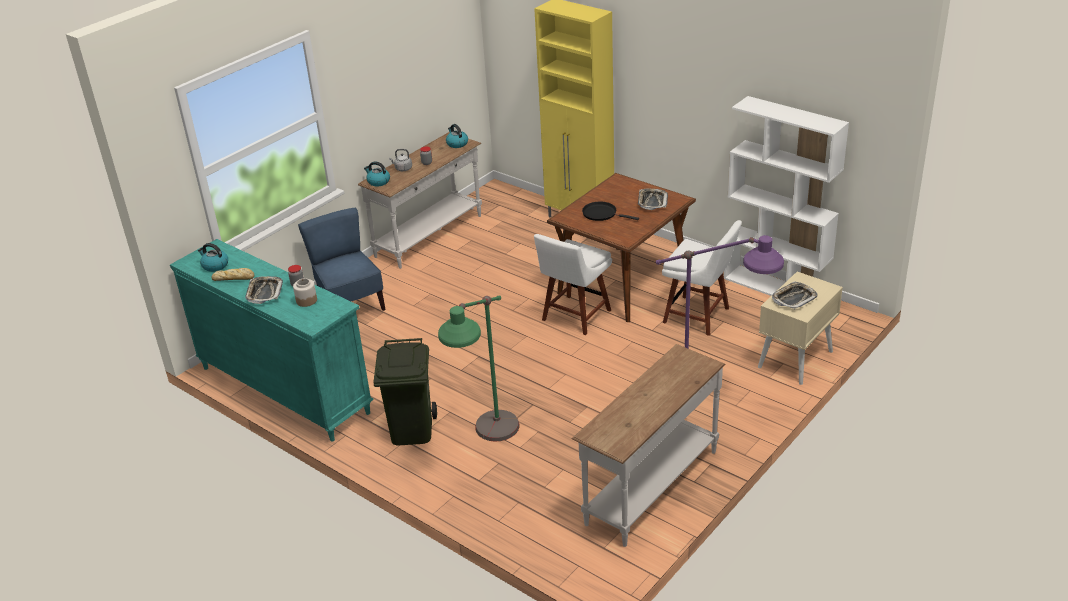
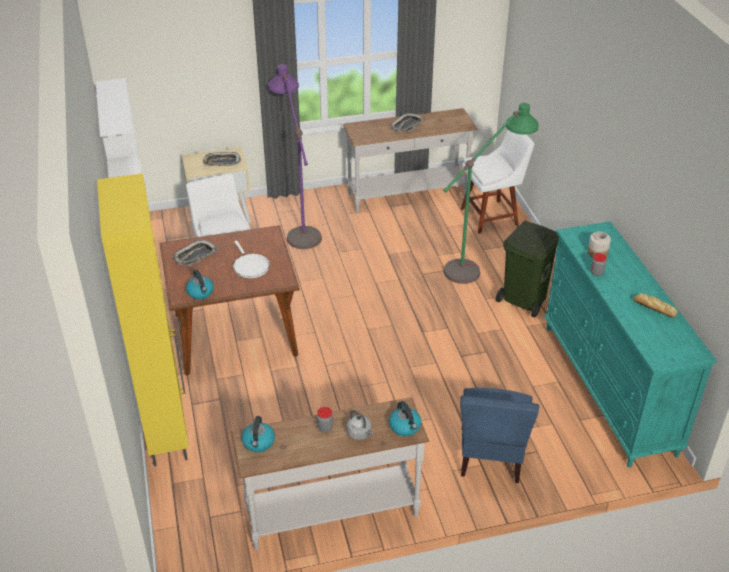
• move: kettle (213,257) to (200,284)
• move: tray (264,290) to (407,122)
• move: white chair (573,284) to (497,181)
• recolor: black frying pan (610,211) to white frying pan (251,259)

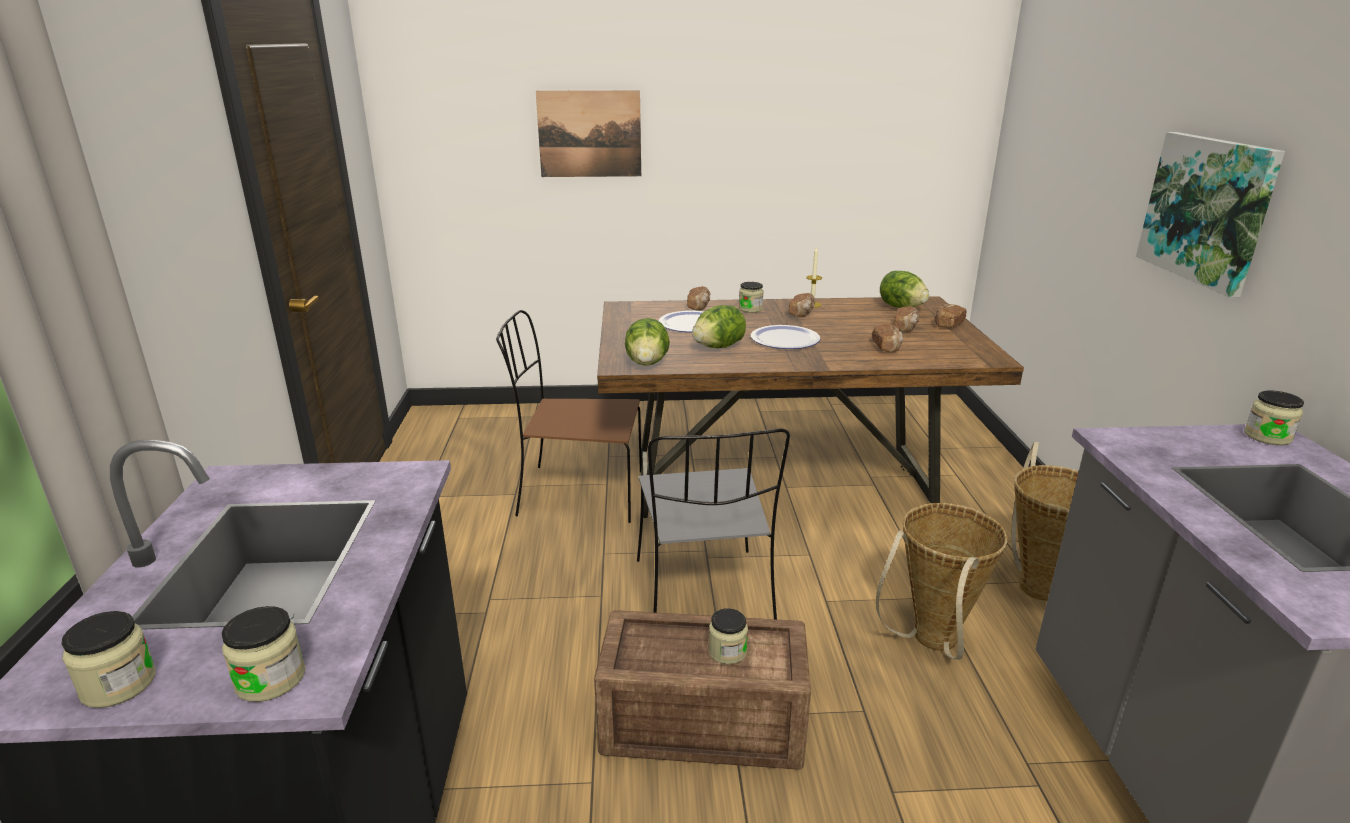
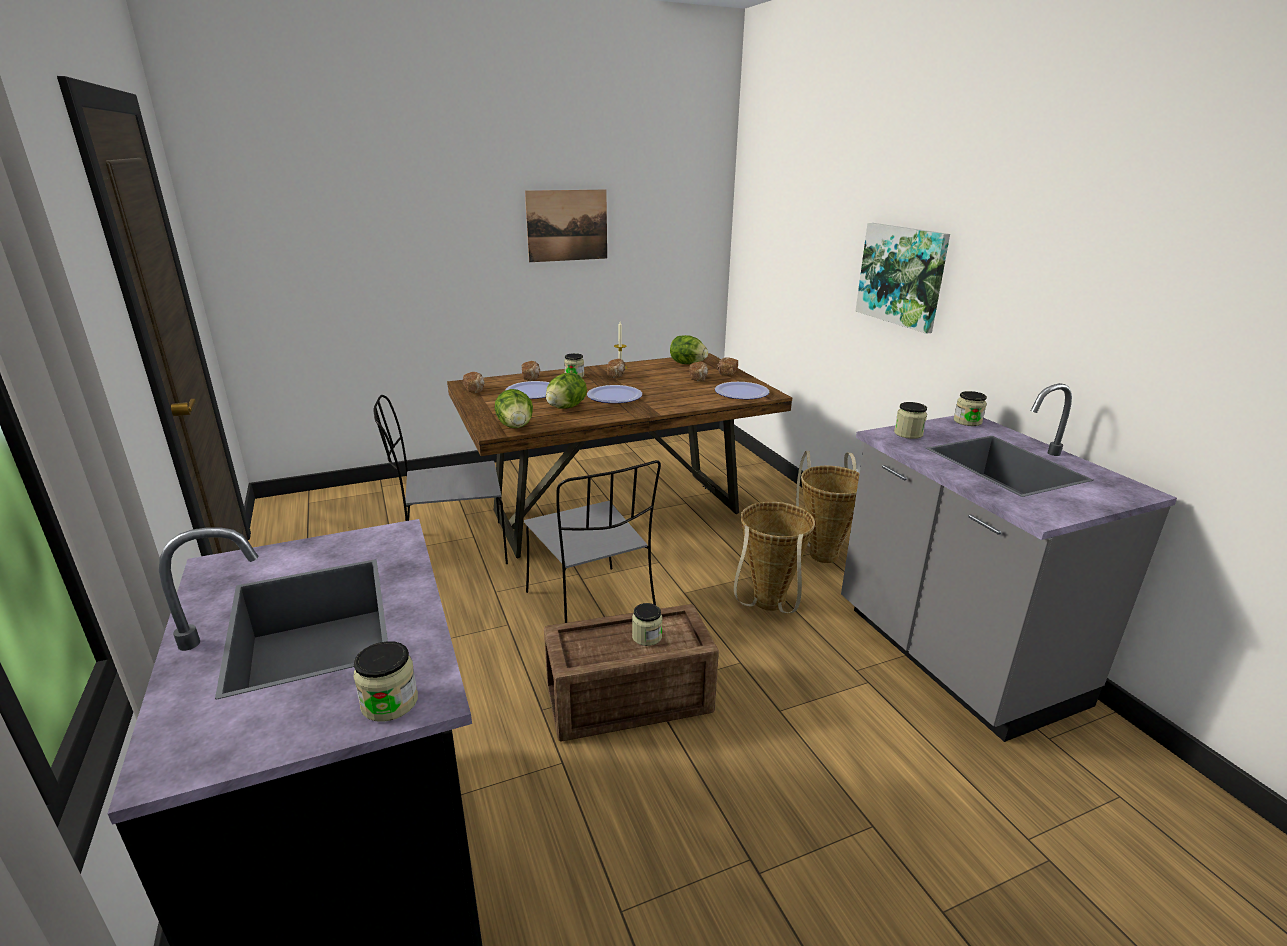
• insert: plate (742,390)
• move: jar (108,659) to (910,420)
• move: picture (588,133) to (566,226)
• move: bread (887,338) to (473,382)
• recolor: brown chair (569,416) to grey chair (440,479)

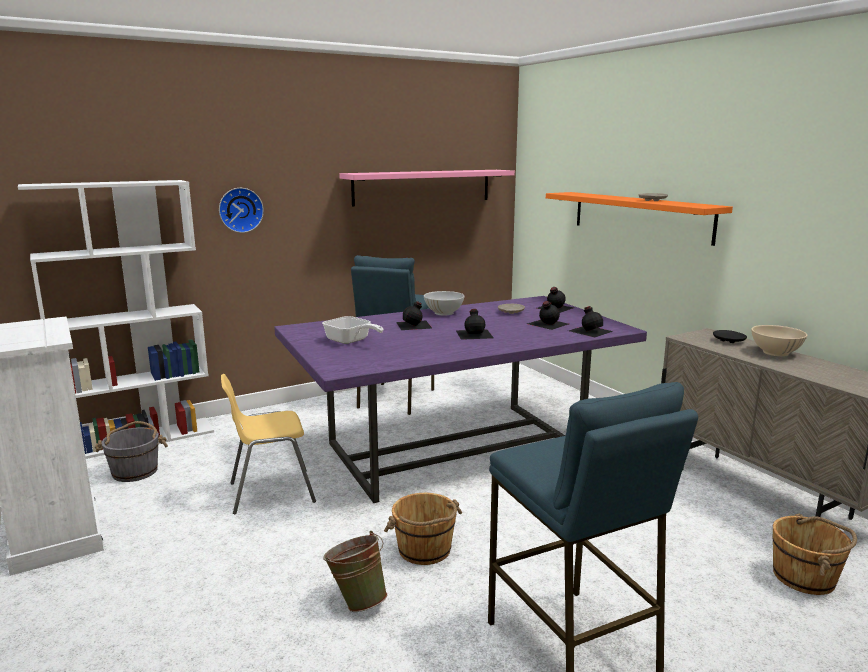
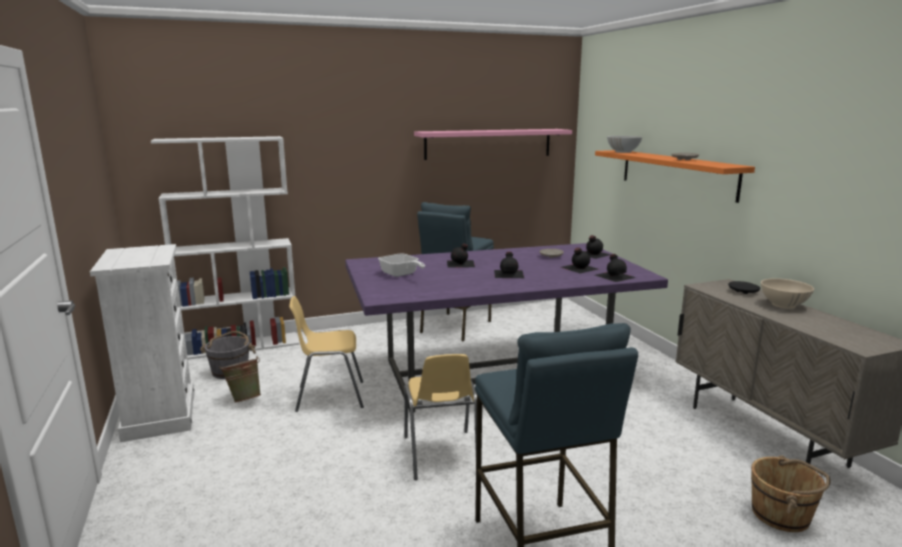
• delete: wall clock (241,210)
• move: green bucket (355,571) to (240,379)
• move: white bowl (444,303) to (624,144)
• replace: brown bucket (423,529) to yellow chair (440,417)

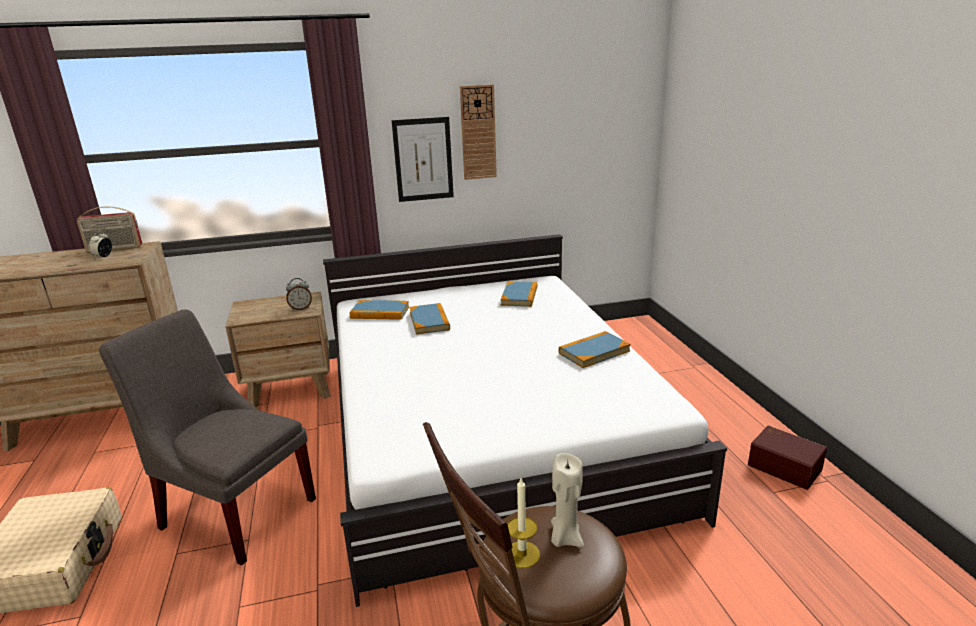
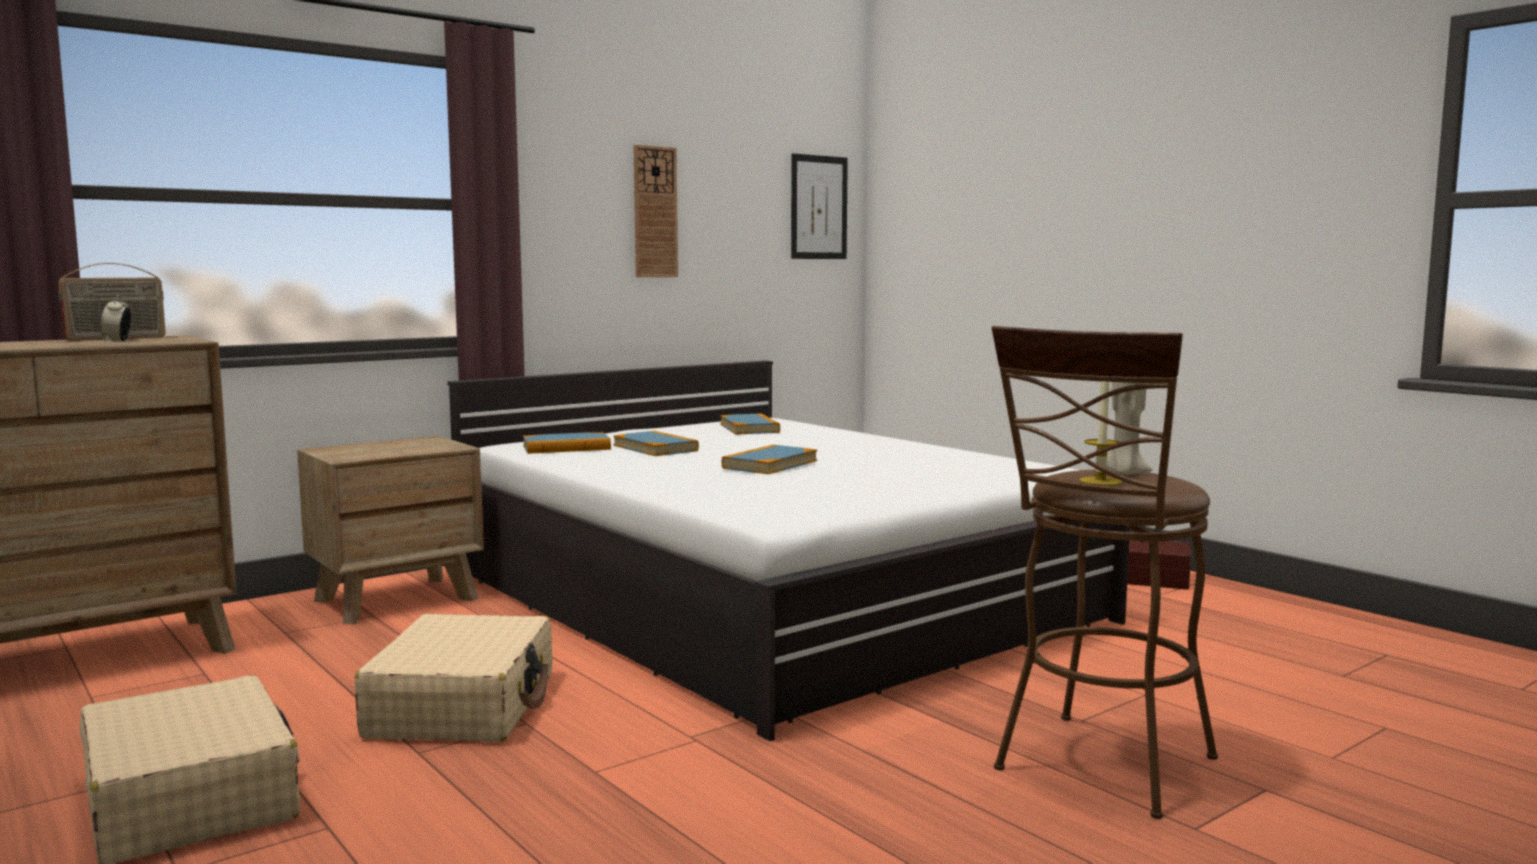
• delete: alarm clock (299,294)
• move: picture (423,159) to (819,206)
• move: book (595,349) to (769,459)
• replace: grey chair (207,437) to beige suitcase (453,678)

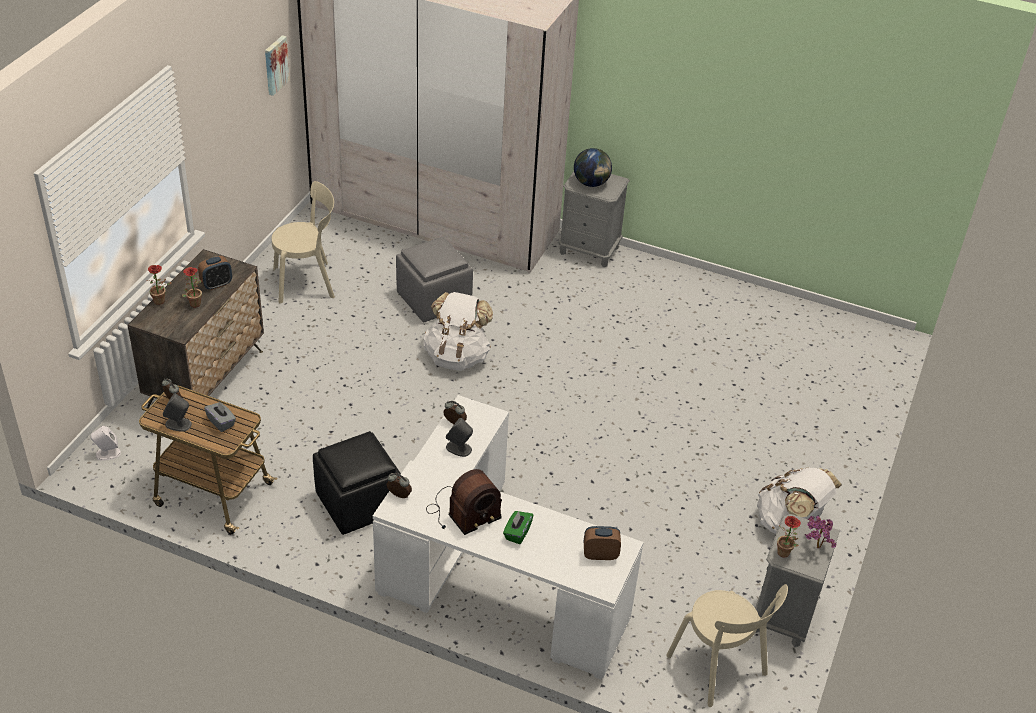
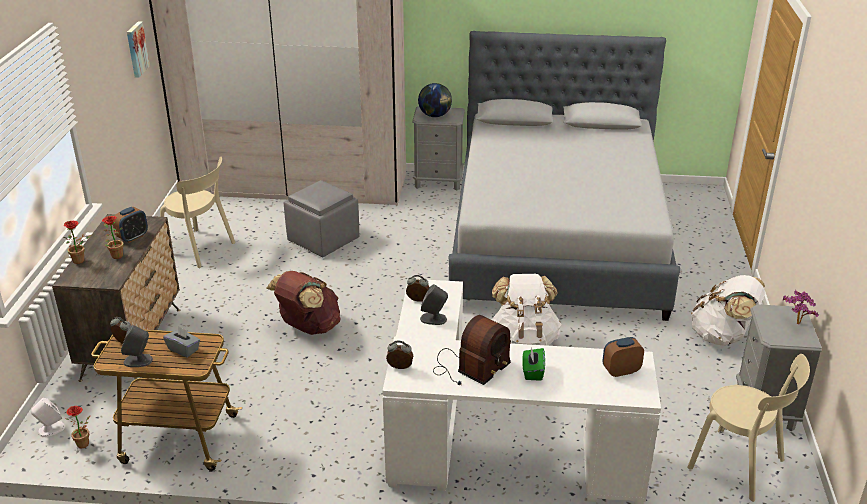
• delete: black ottoman (357,483)
• insert: brown backpack (303,303)
• insert: grey bed (565,176)
• move: white backpack (458,331) to (526,310)
• move: potted plant (789,536) to (77,427)
• rotate: beige chair (303,242) = (198,212) 60 degrees clockwise

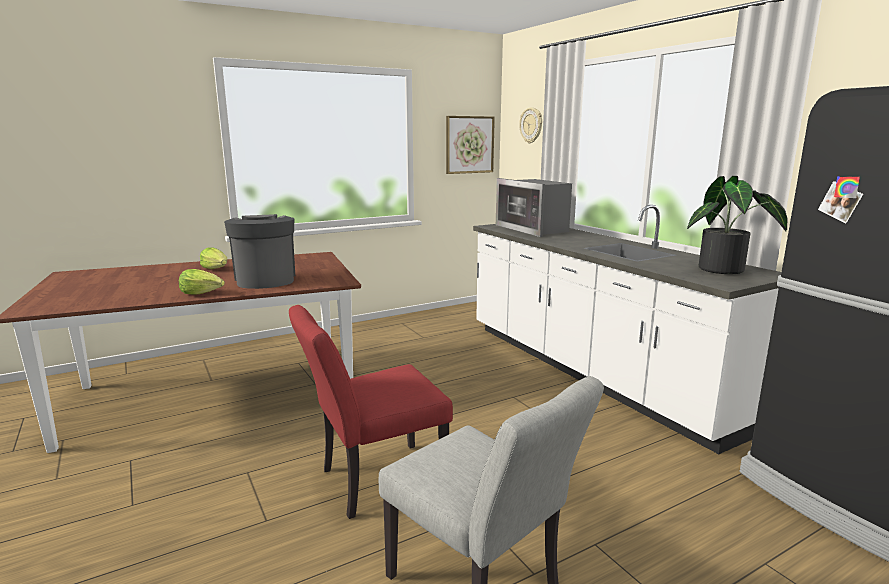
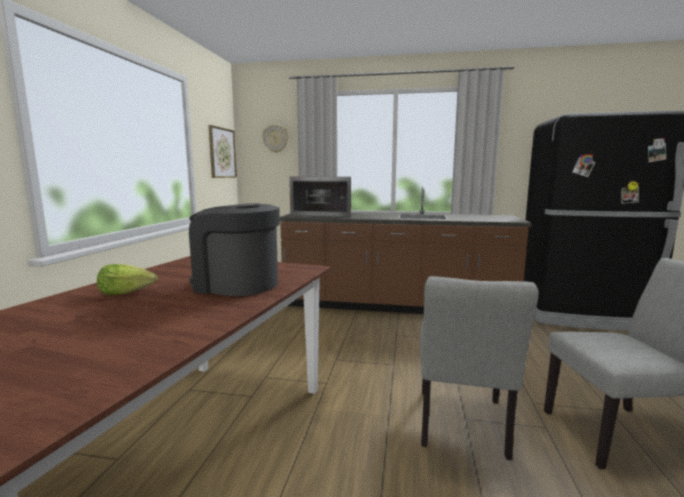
• delete: lettuce (202,281)
• delete: potted plant (737,225)
• recolor: red chair (371,412) to grey chair (479,368)
• recolor: white counter (627,329) to brown counter (406,250)

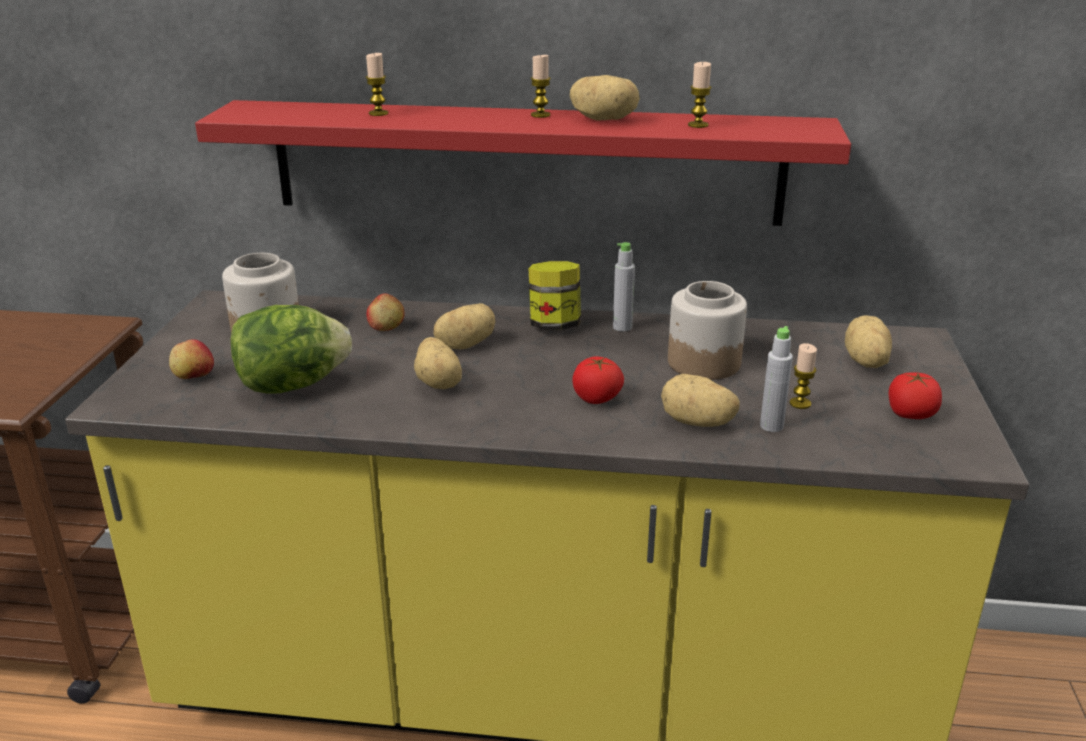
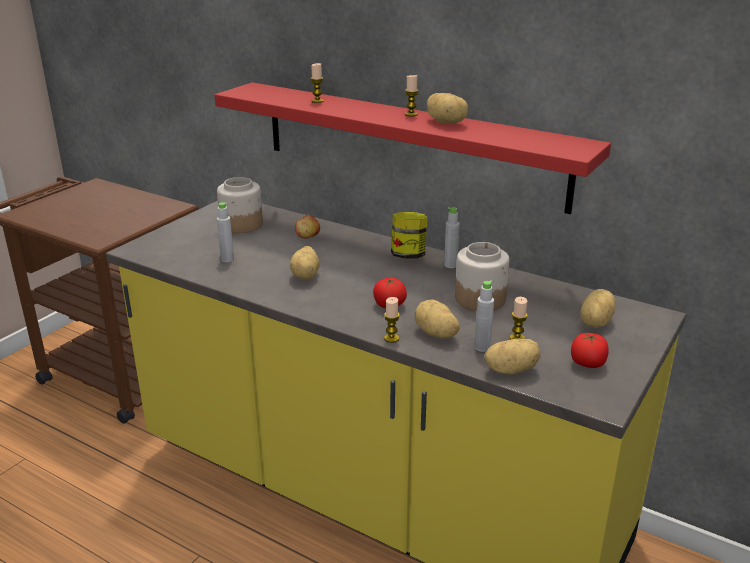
• delete: apple (191,359)
• move: potato (464,326) to (512,357)
• move: candle (700,95) to (392,320)
• replace: lettuce (291,349) to grey bottle (225,232)

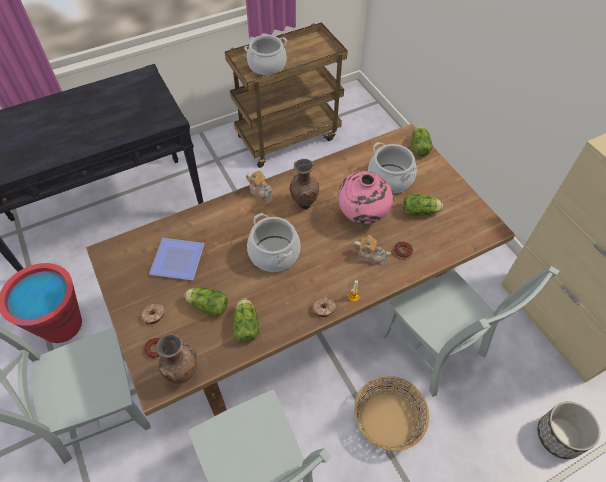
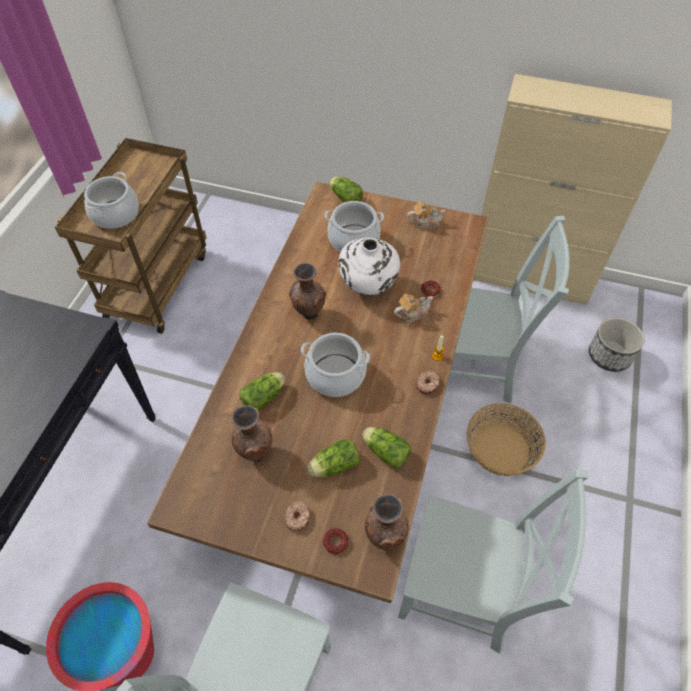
• move: teapot (259,185) to (426,215)
• move: lettuce (423,205) to (262,391)
• replace: plate (177,259) to brown vase (252,433)
• recolor: pink vase (366,198) to white vase (369,266)

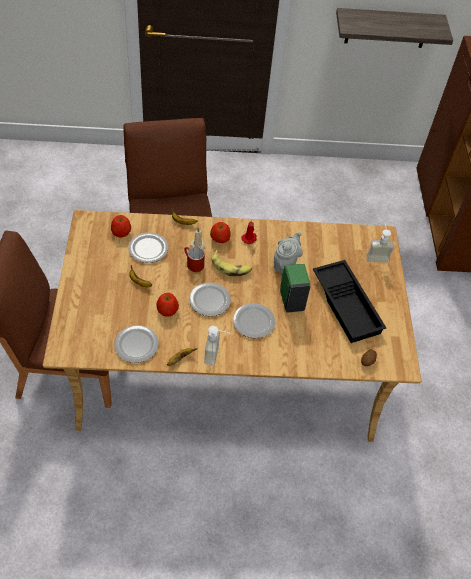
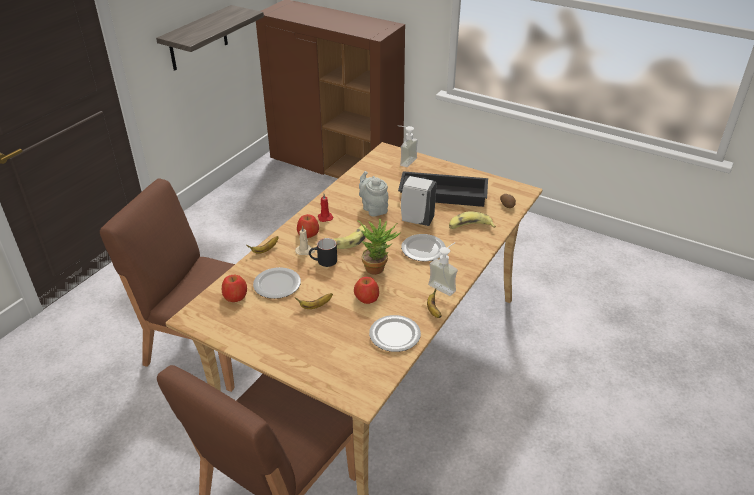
• insert: banana (472,220)
• replace: plate (210,299) to potted plant (379,246)
• recolor: red mug (194,259) to black mug (323,252)
• recolor: green soap dispenser (295,288) to white soap dispenser (418,201)

